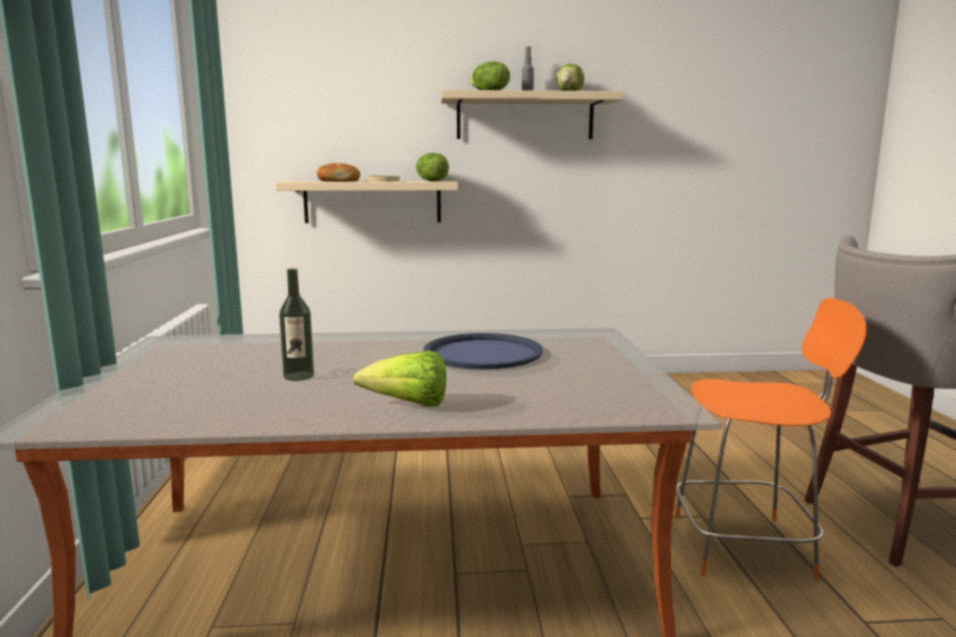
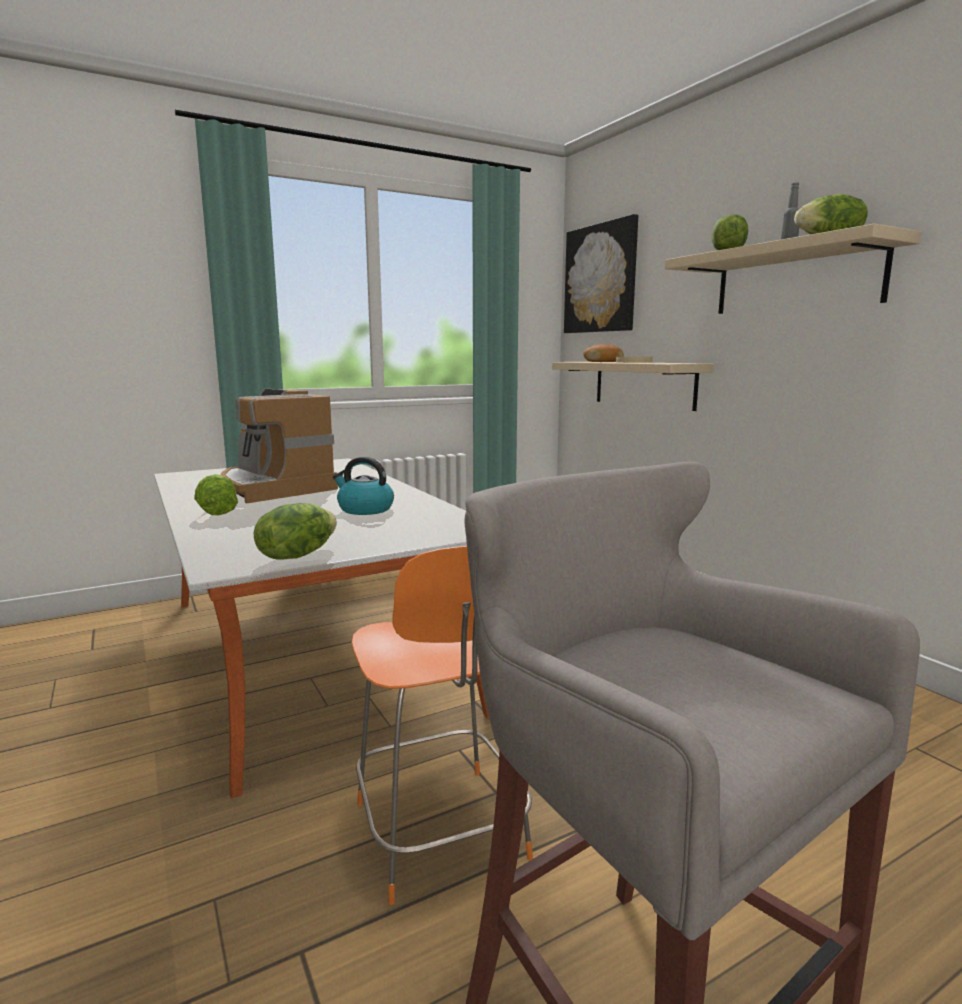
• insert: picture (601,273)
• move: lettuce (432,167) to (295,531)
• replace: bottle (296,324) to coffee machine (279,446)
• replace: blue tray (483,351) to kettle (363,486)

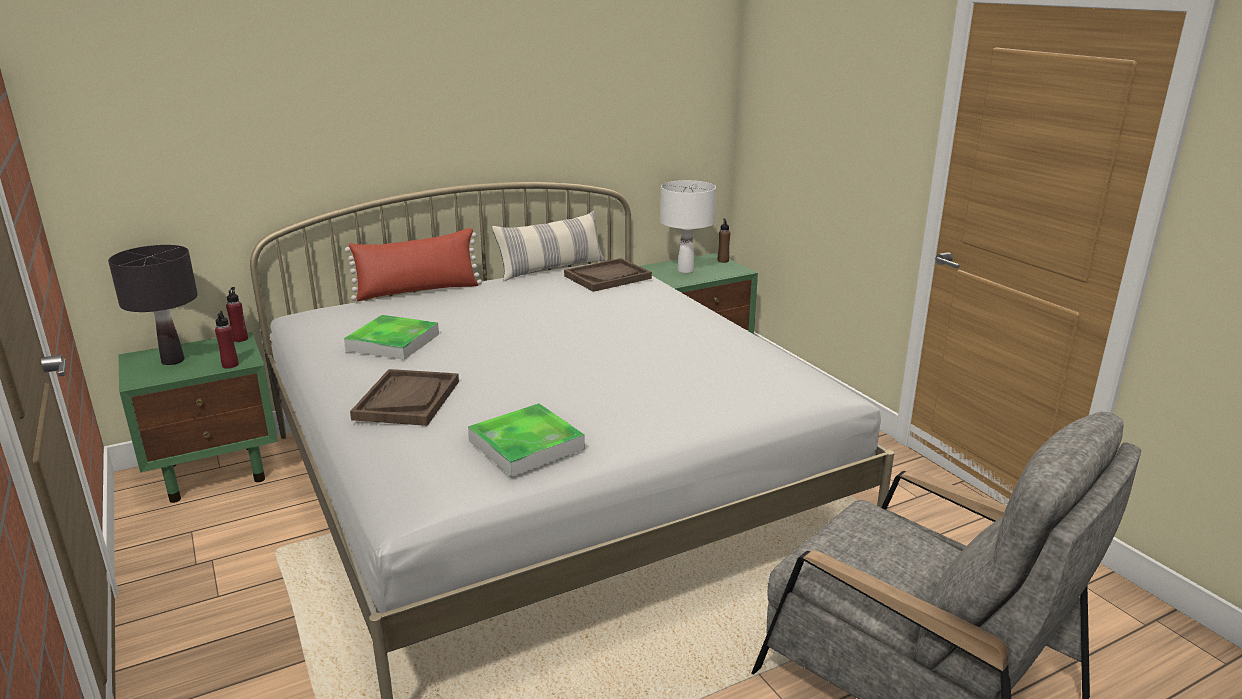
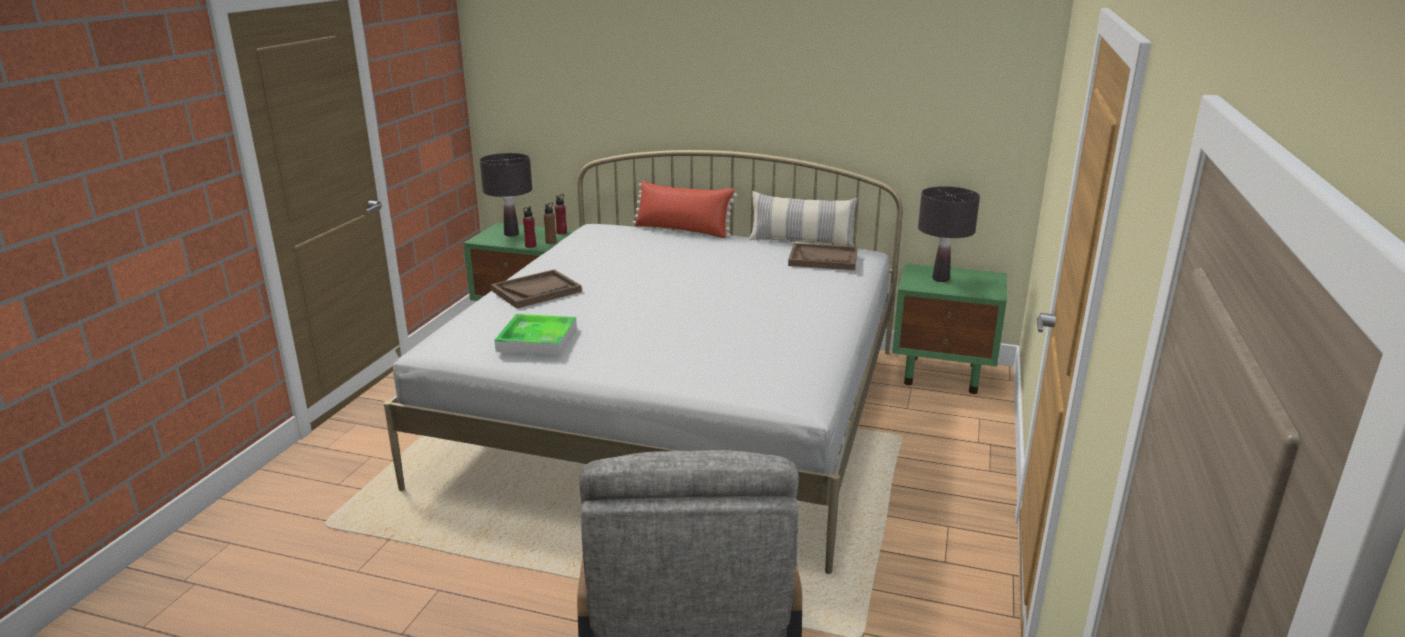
• delete: tray (391,337)
• move: brown bottle (724,241) to (550,223)
• recolor: white table lamp (688,226) to black table lamp (949,234)

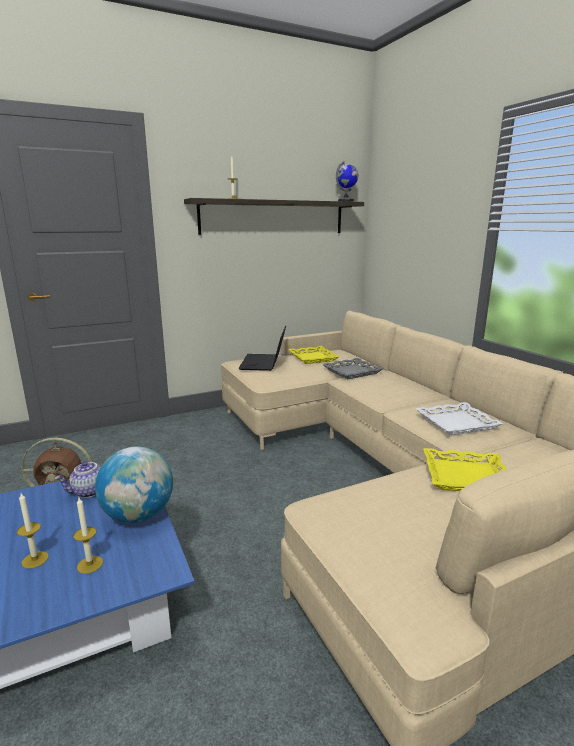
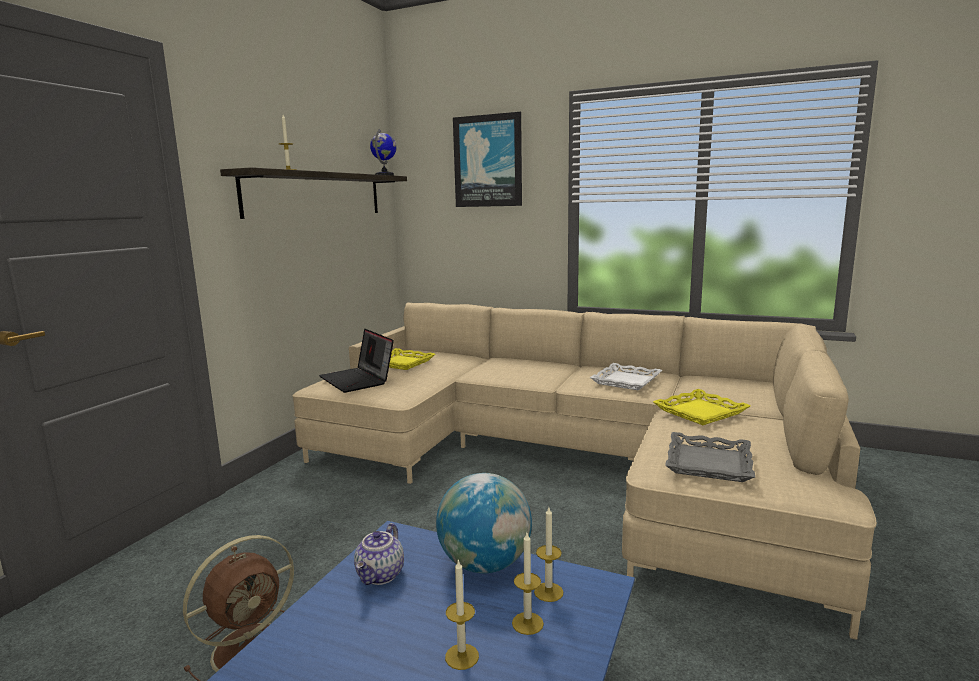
• insert: picture (487,159)
• insert: candle (548,554)
• move: grey tray (353,368) to (710,457)

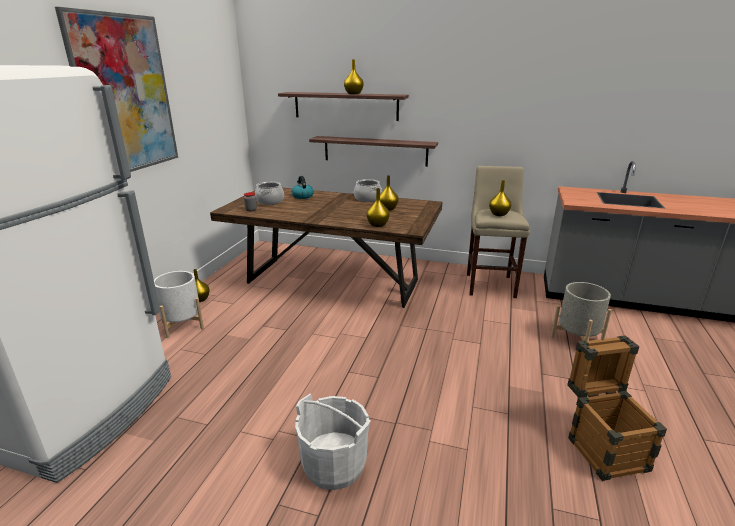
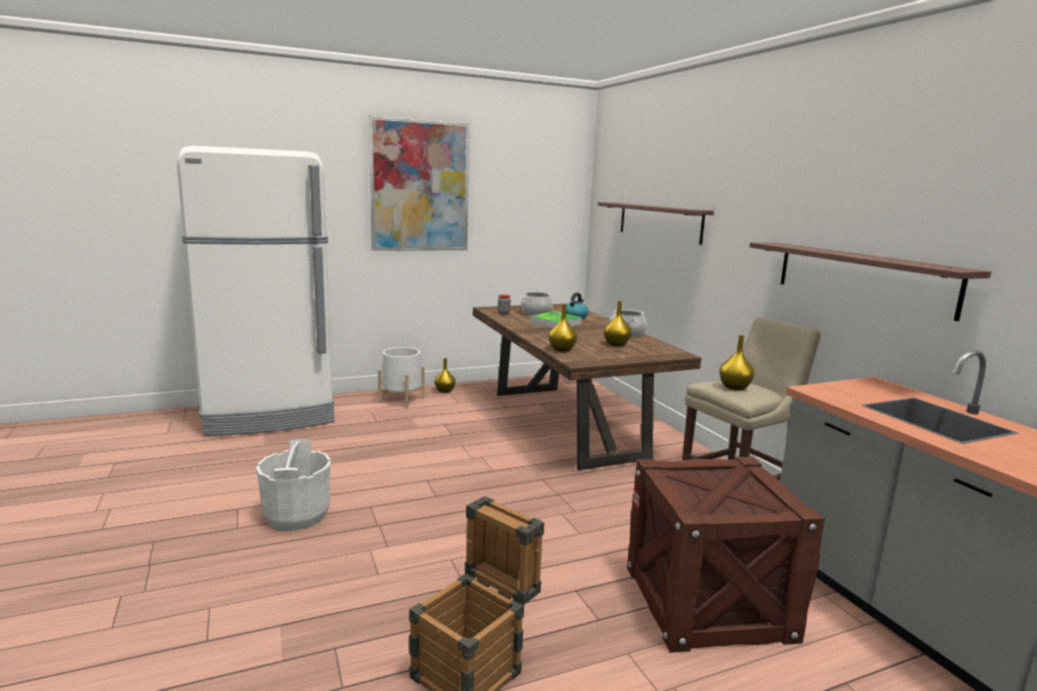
• delete: yellow vase (354,76)
• insert: tray (556,319)
• move: shelf (373,151) to (870,281)
• replace: grey planter (581,311) to crate (726,555)

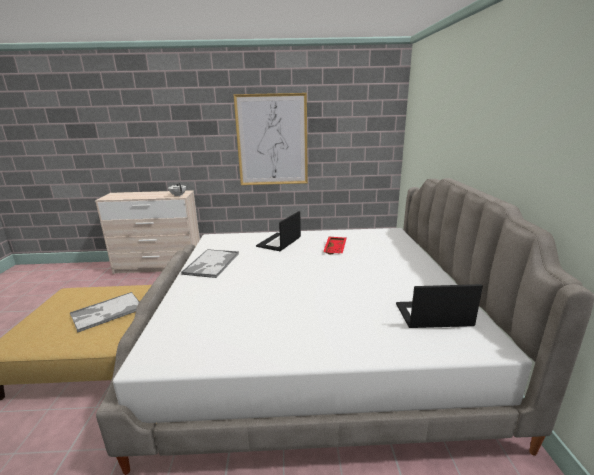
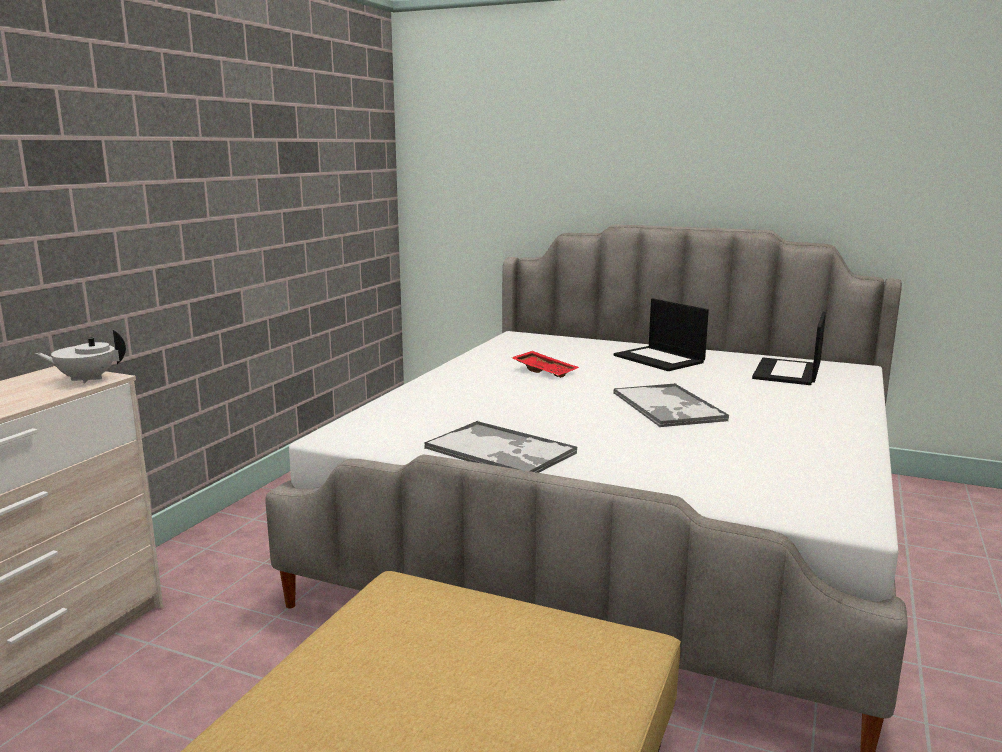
• delete: picture (270,139)
• move: tray (105,312) to (671,405)
• move: laptop (278,231) to (661,334)

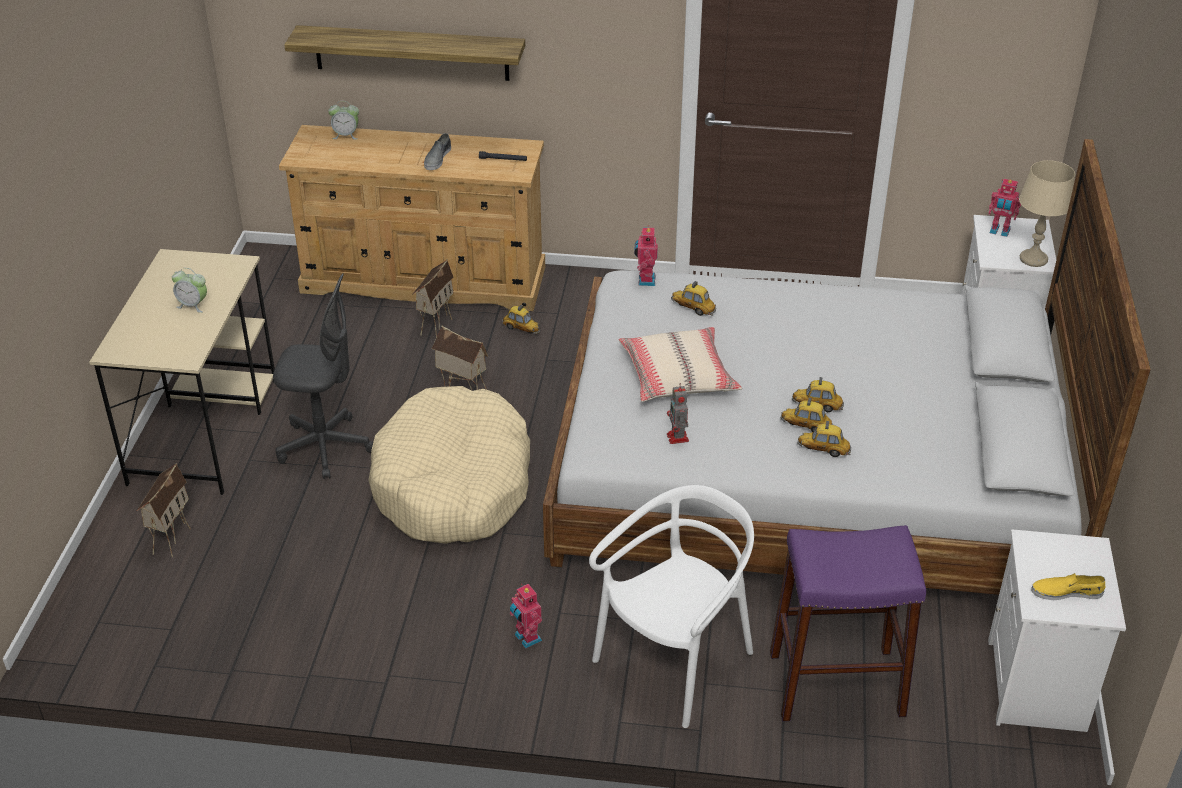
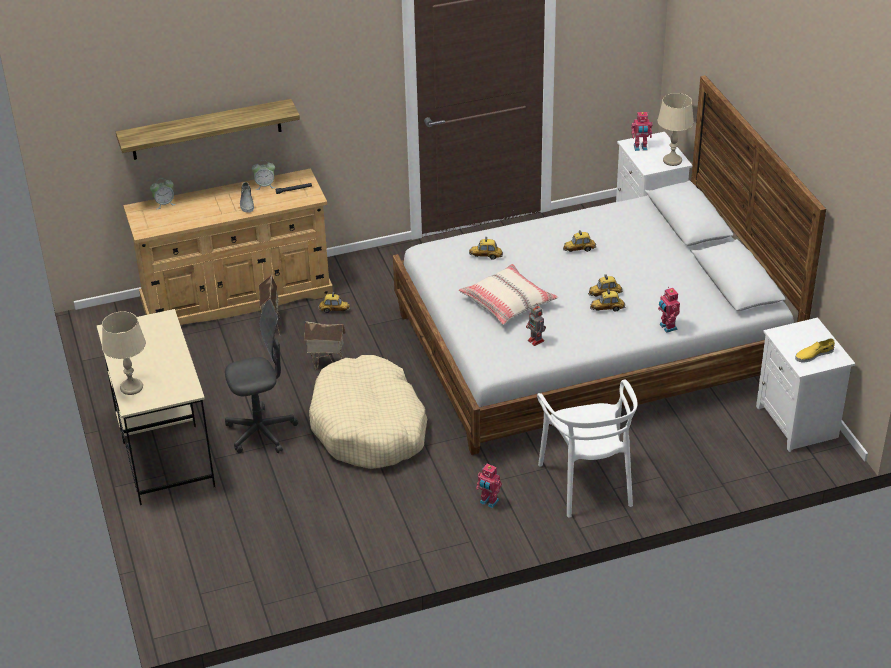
• delete: toy house (164,510)
• delete: purple stool (848,623)
• insert: beige table lamp (124,353)
• move: alarm clock (189,290) to (263,175)
• move: toy robot (646,255) to (669,310)
• move: toy car (824,439) to (580,241)
• rotate: white chair (671,606) = (587,449) 150 degrees clockwise

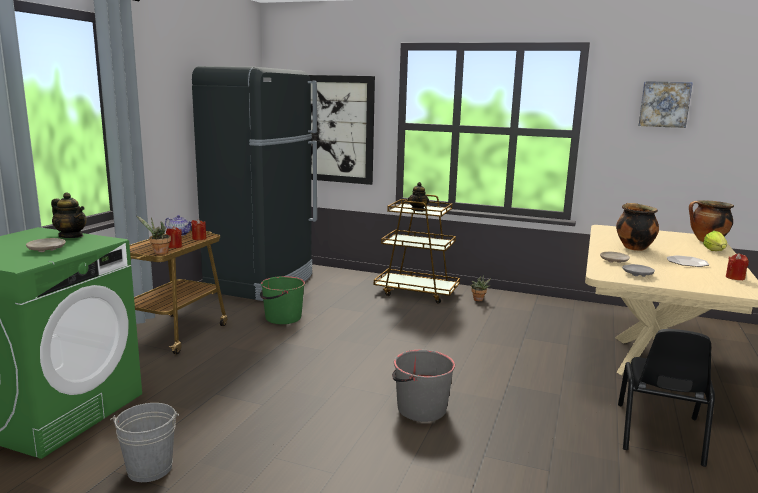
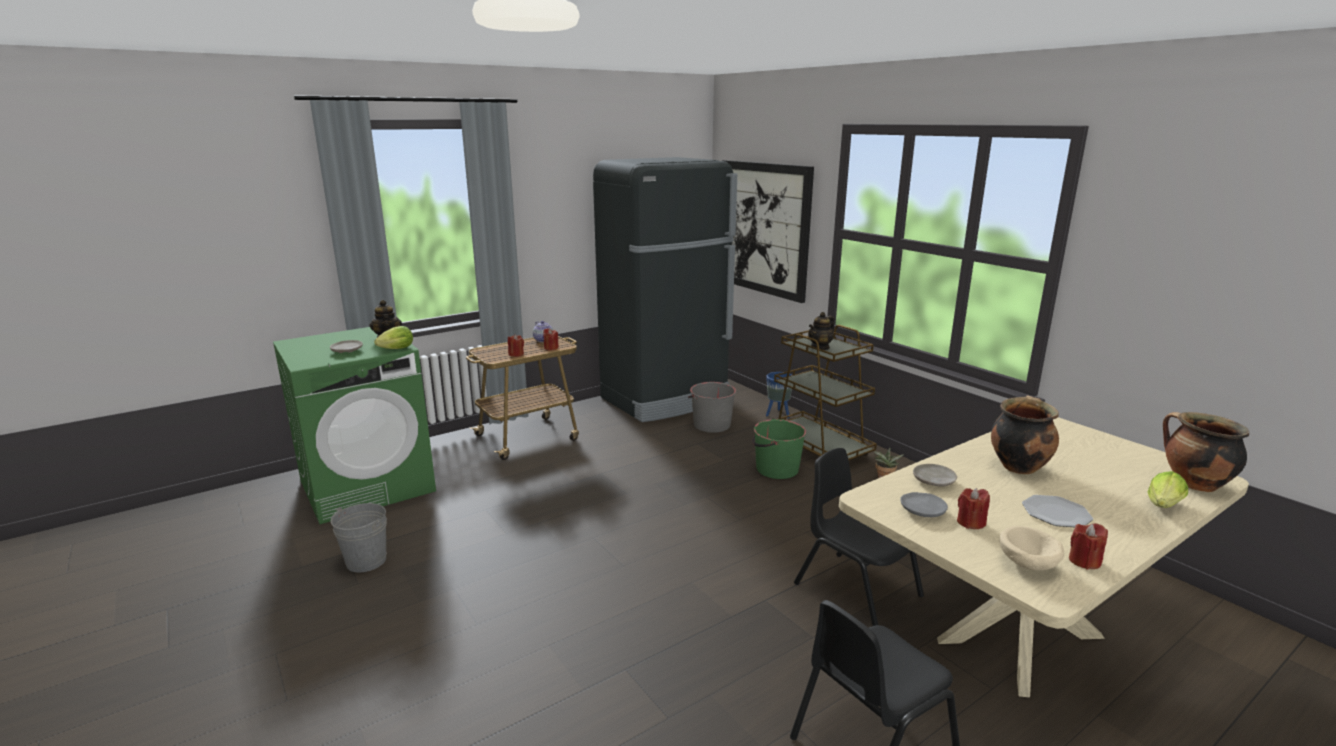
• delete: potted plant (154,235)
• delete: picture (665,104)
• insert: lettuce (393,337)
• insert: blue planter (779,395)
• insert: black chair (859,537)
• insert: red candle (973,508)
• insert: beige bowl (1031,548)
• move: green bucket (282,300) to (779,449)
• move: grey bucket (423,386) to (712,407)

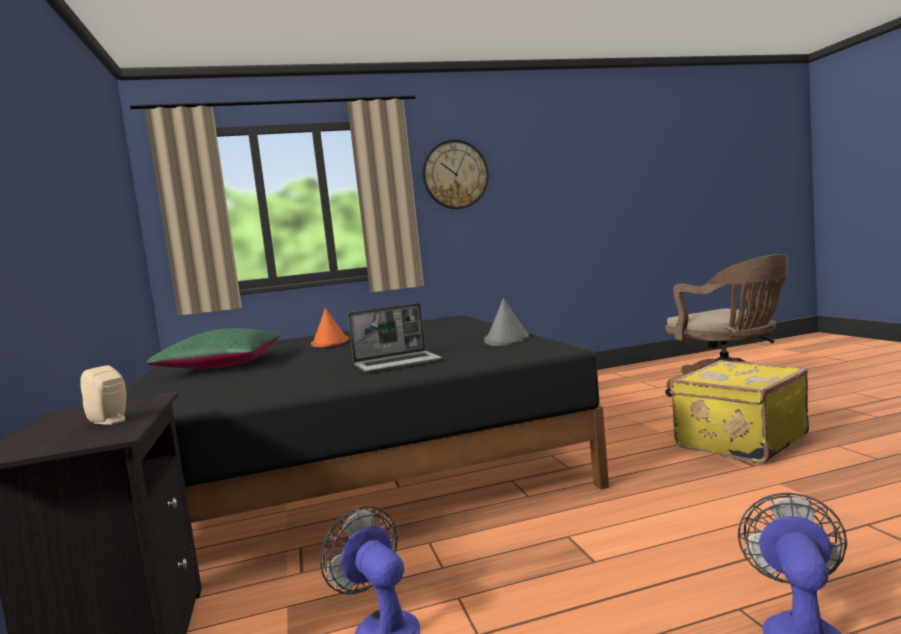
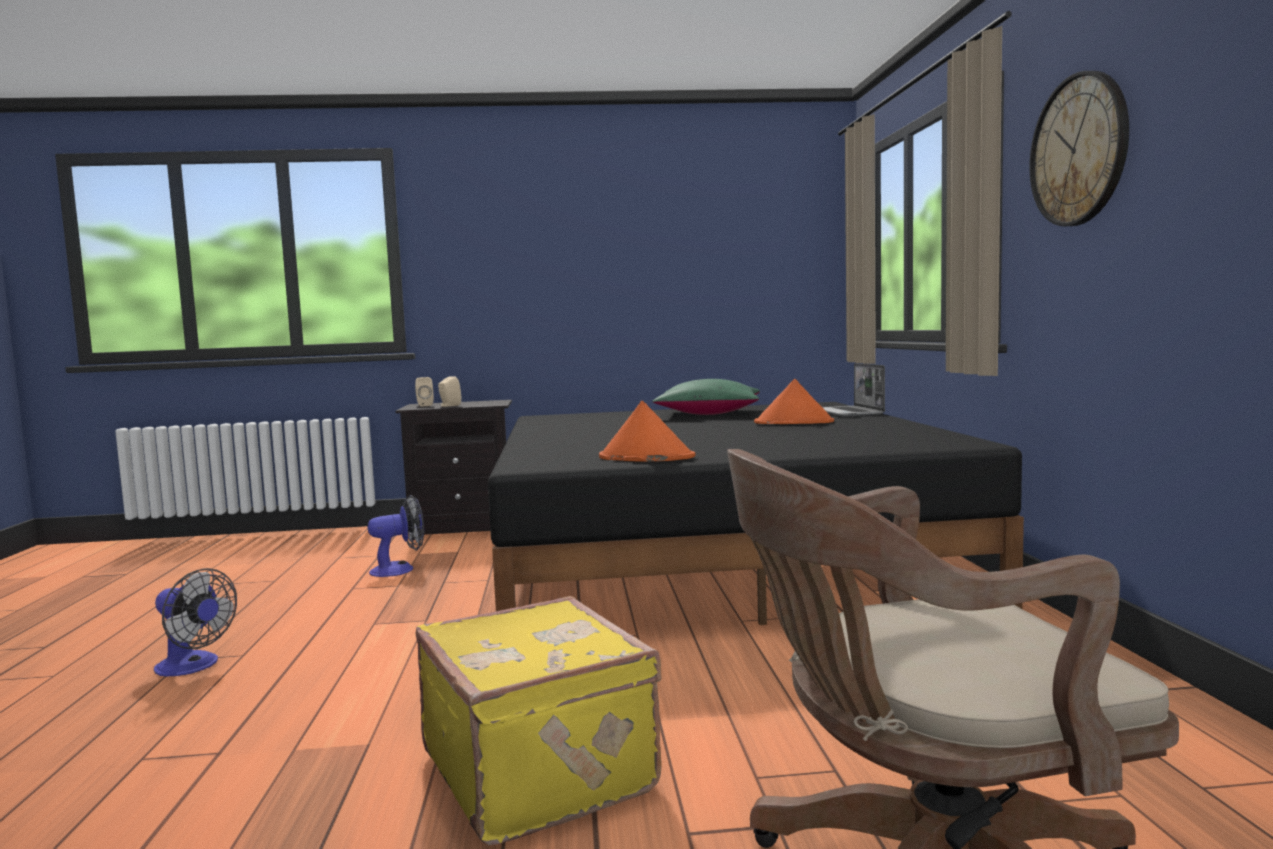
• insert: beige speaker (424,392)
• move: laptop (395,338) to (853,390)
• recolor: grey hat (506,322) to orange hat (647,431)

